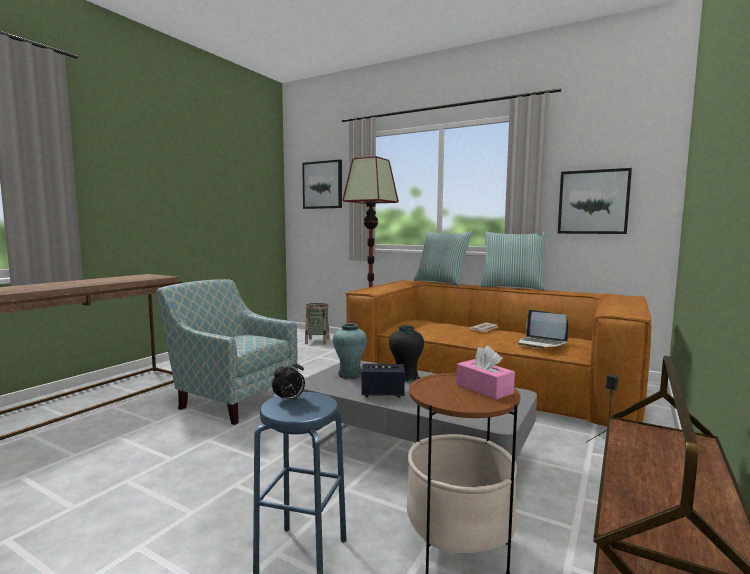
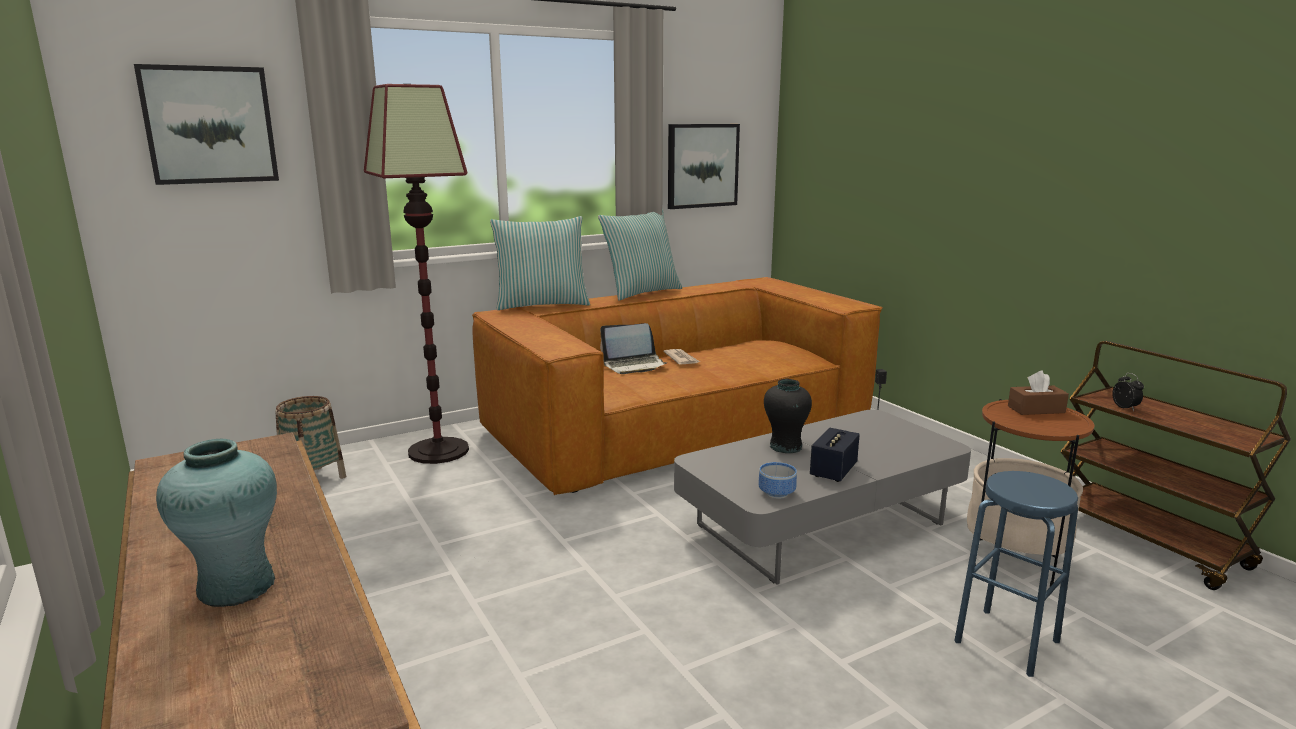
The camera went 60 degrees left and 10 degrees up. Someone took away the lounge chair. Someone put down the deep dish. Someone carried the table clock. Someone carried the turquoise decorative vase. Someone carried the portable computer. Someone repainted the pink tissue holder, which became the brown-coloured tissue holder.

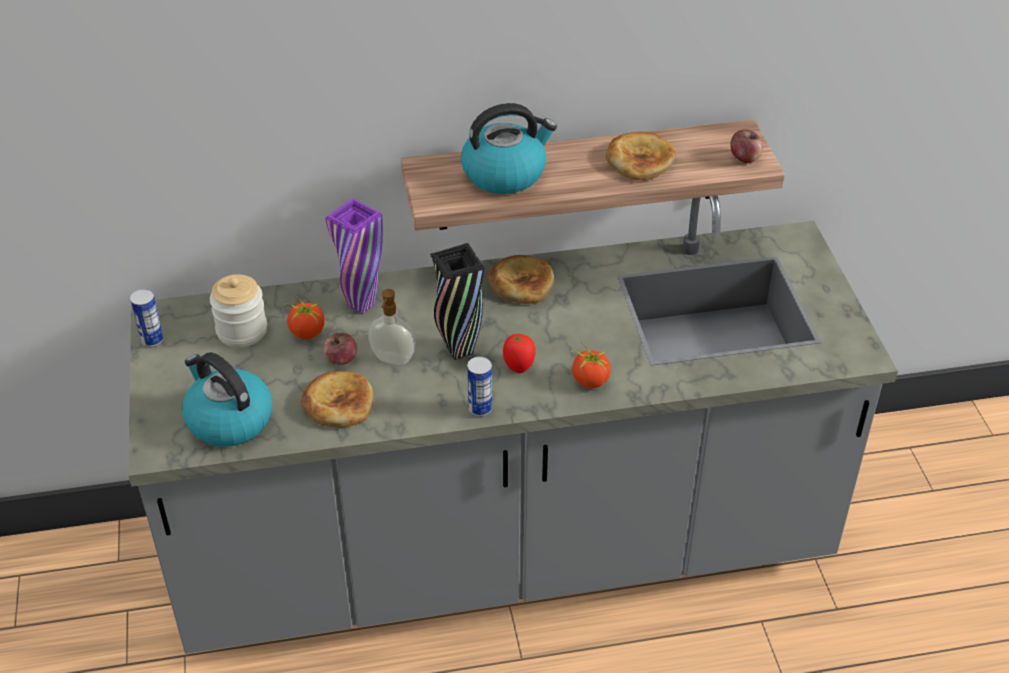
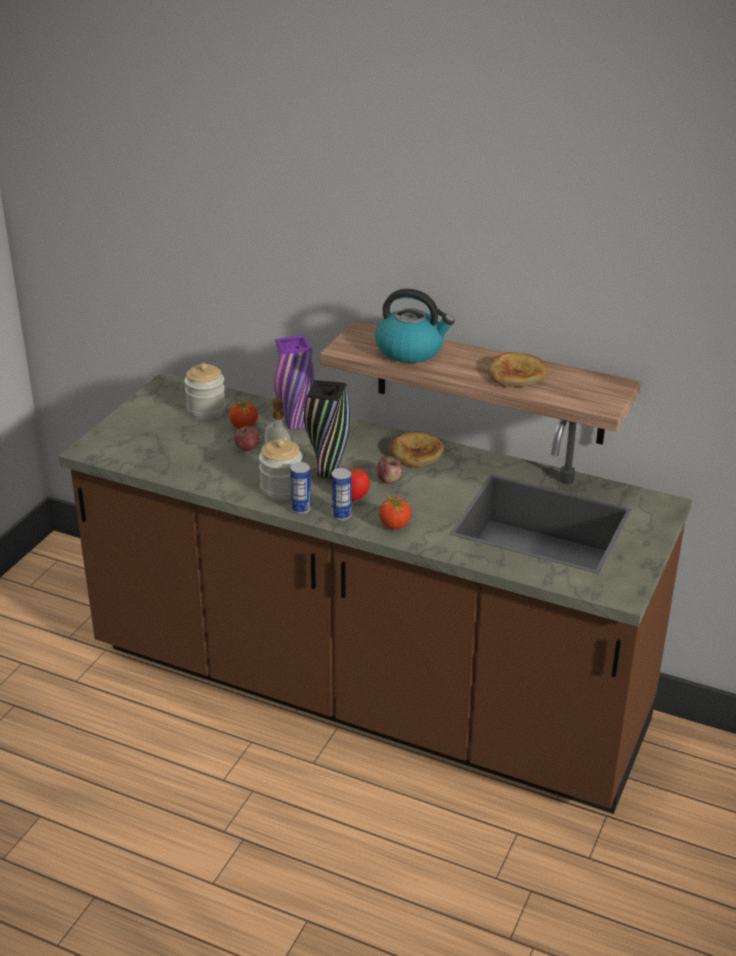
The camera went 35 degrees right and 10 degrees down. Someone took away the kettle (no. 1 from left). Someone took away the baked bread (no. 1 from left). Someone put down the jar (no. 2 from left). Someone carried the can (no. 1 from left in the first image). Someone carried the whole apple (no. 2 from left). Someone repainted the greyish kitchen base unit, which became the brown-coloured kitchen base unit.

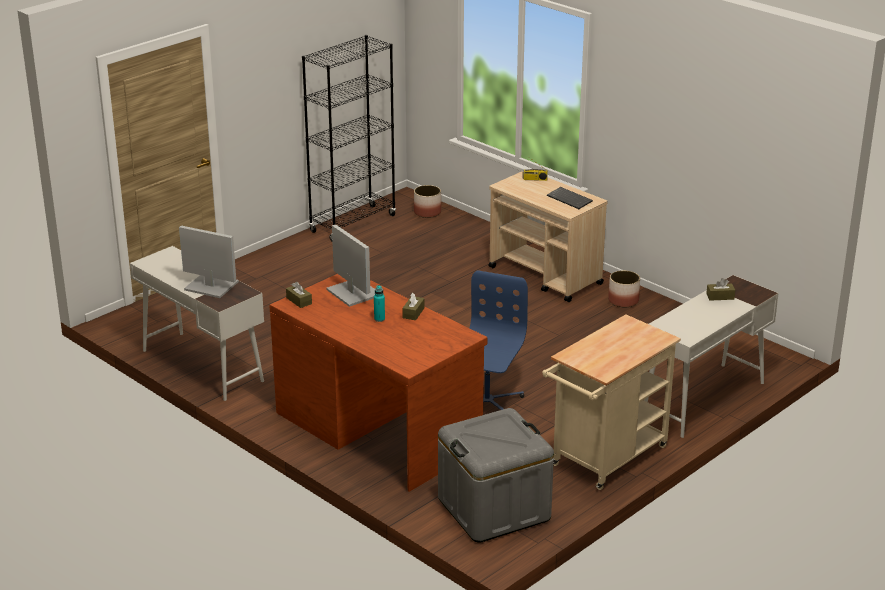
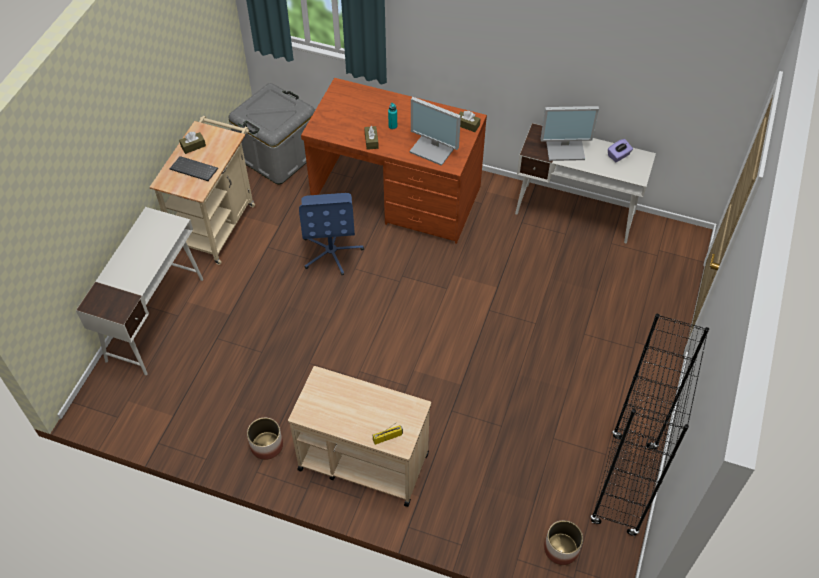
The camera went 155 degrees right and 25 degrees up. Someone put down the purple tissue holder. Someone carried the PC keyboard. Someone carried the brown-coloured tissue holder (no. 3 from left in the first image).

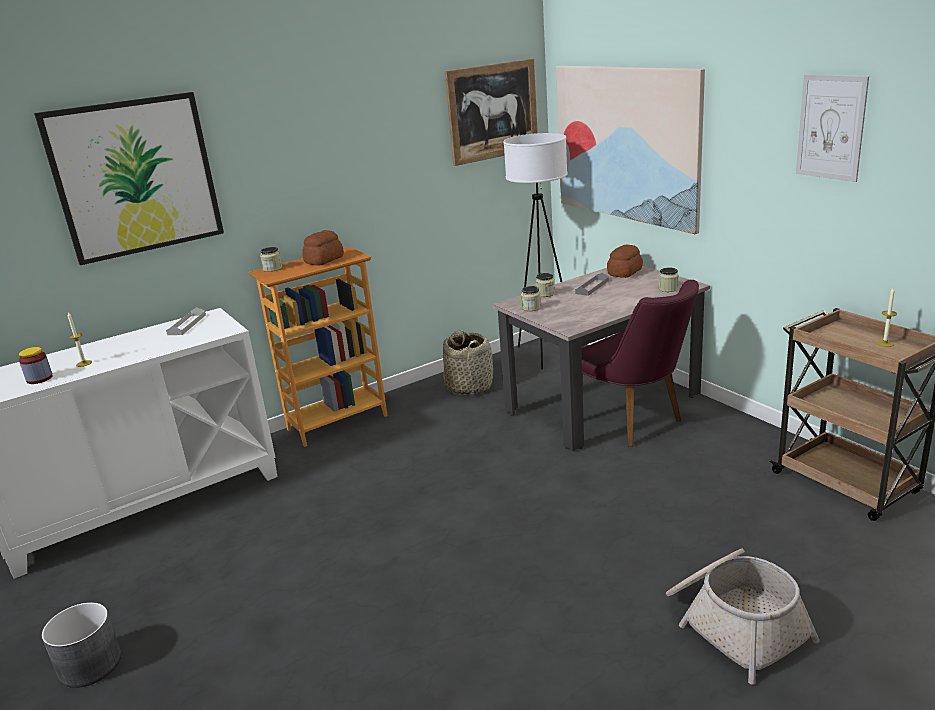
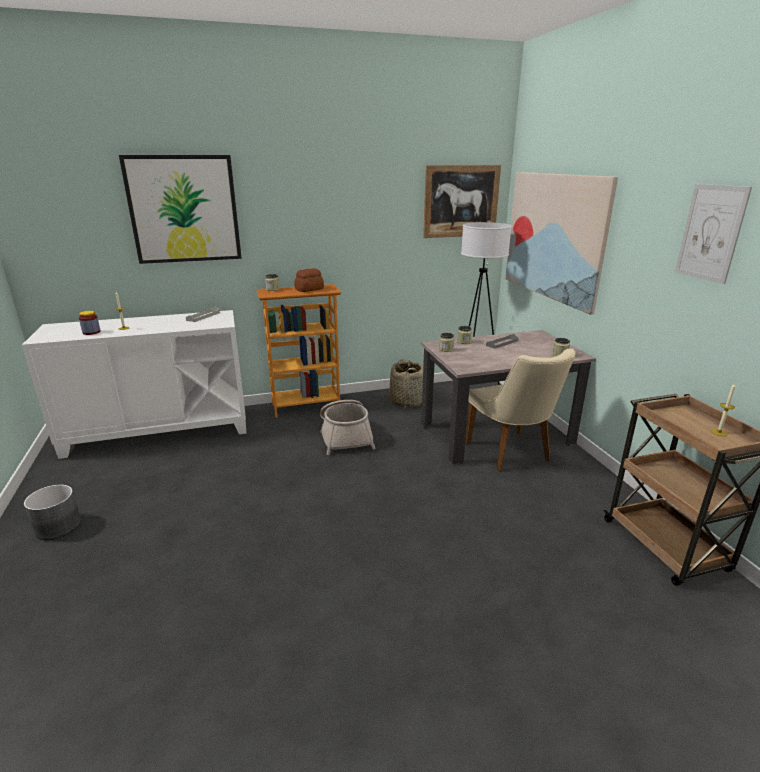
The camera went 15 degrees right and 0 degrees up. Someone took away the baked bread (no. 2 from left). Someone carried the basket (no. 2 from left in the first image). Someone repainted the purple chair, which became the beige-coloured chair.

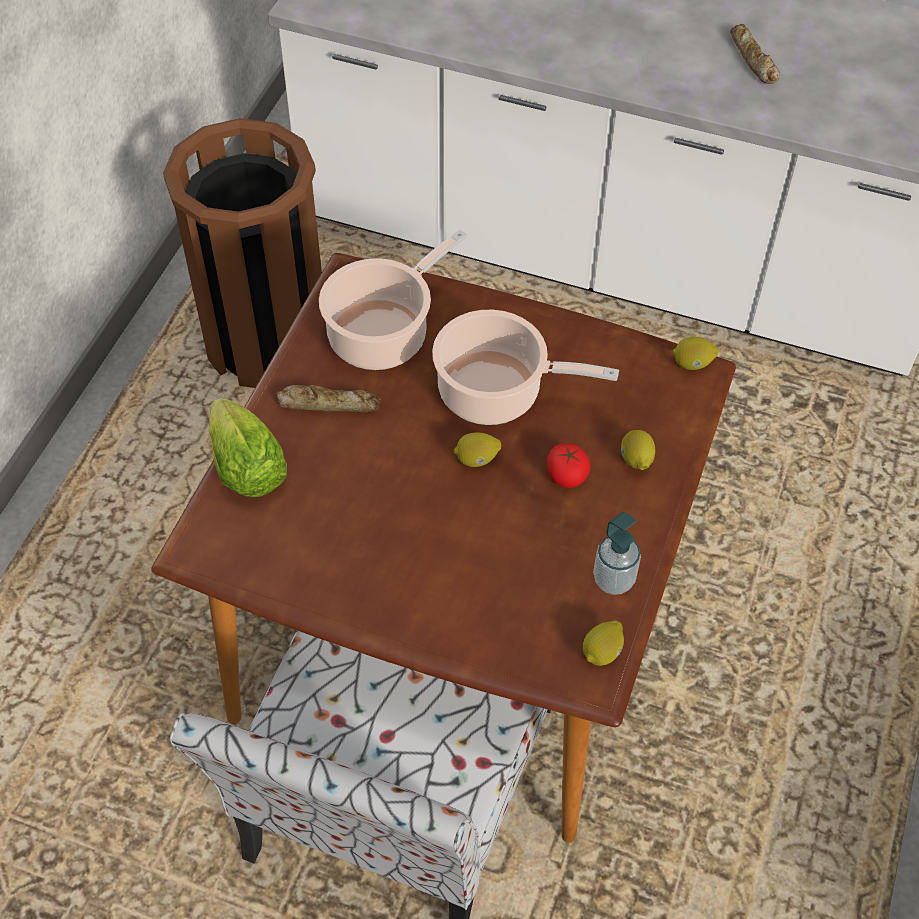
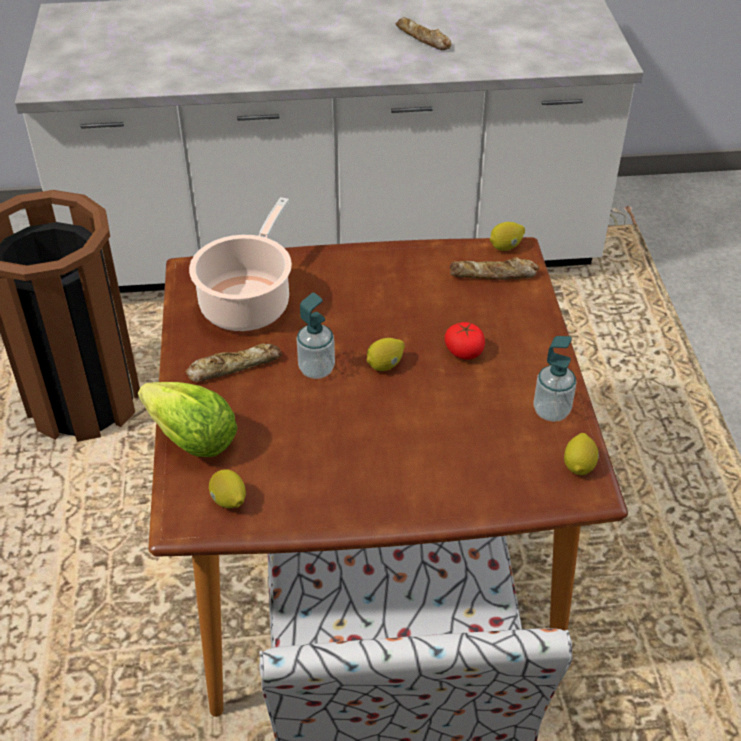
The camera went 25 degrees left and 10 degrees down. Someone took away the stockpot (no. 2 from left). Someone put down the soap bottle (no. 1 from left). Someone put down the baked bread (no. 3 from left). Someone carried the citrus fruit (no. 3 from left in the first image).

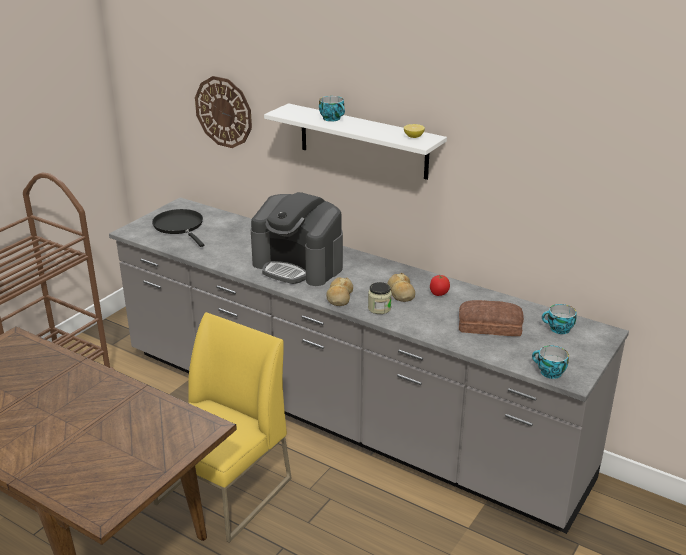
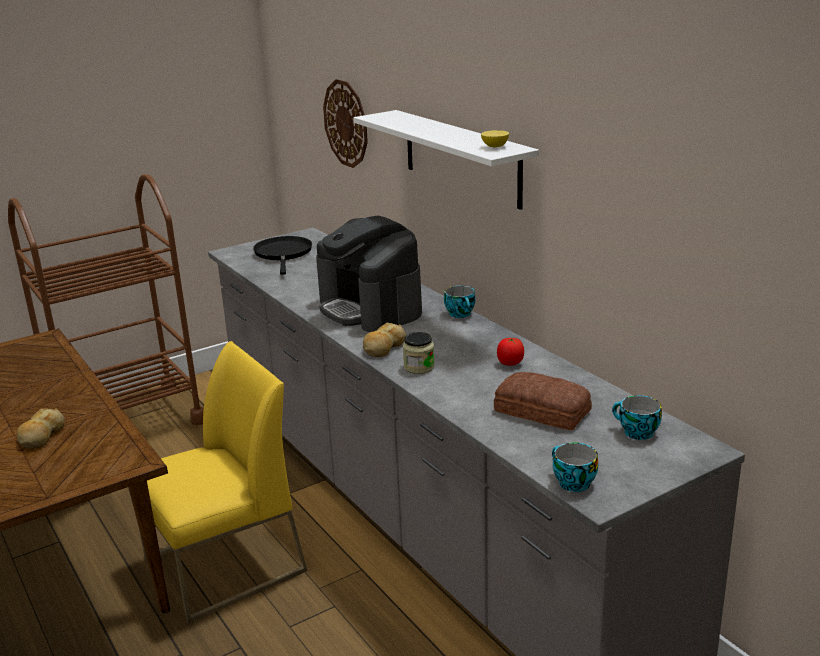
The camera went 25 degrees right and 5 degrees down. Someone carried the small cup (no. 1 from left). Someone carried the baked bread (no. 2 from left in the first image).

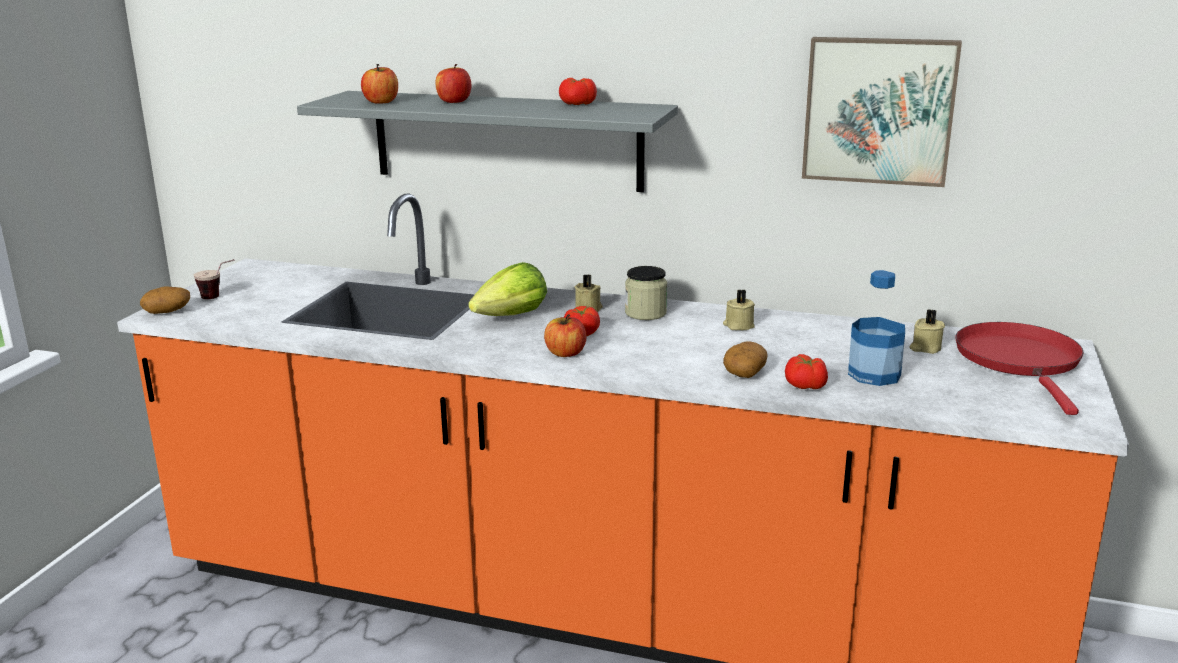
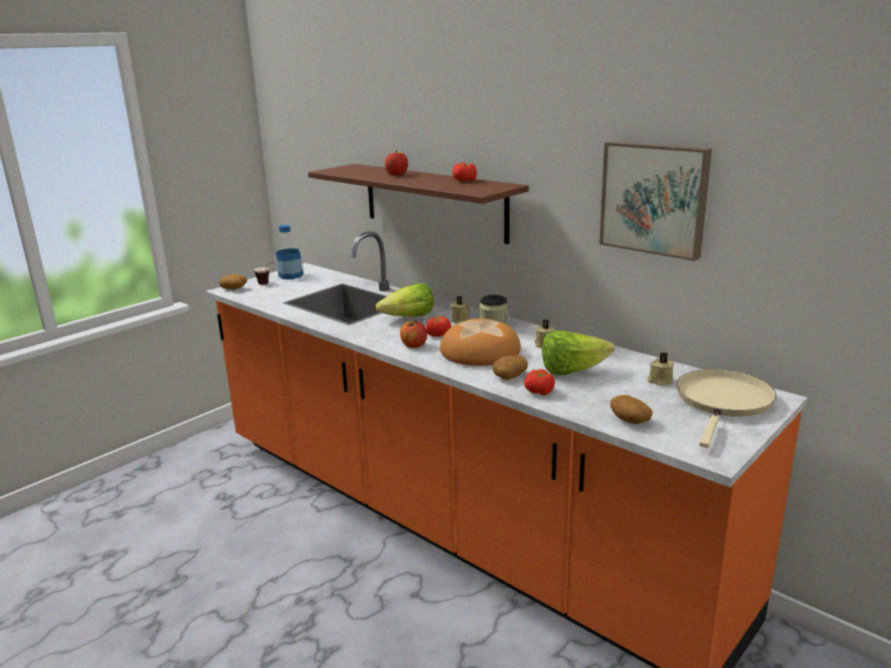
The camera went 25 degrees right and 0 degrees up. Someone took away the whole apple (no. 1 from left). Someone put down the baked bread. Someone put down the lettuce (no. 2 from left). Someone put down the whole potato (no. 3 from left). Someone carried the drink bottle. Someone repainted the greyish shelf, which became the brown-coloured shelf. Someone repainted the red pan, which became the beige-coloured pan.

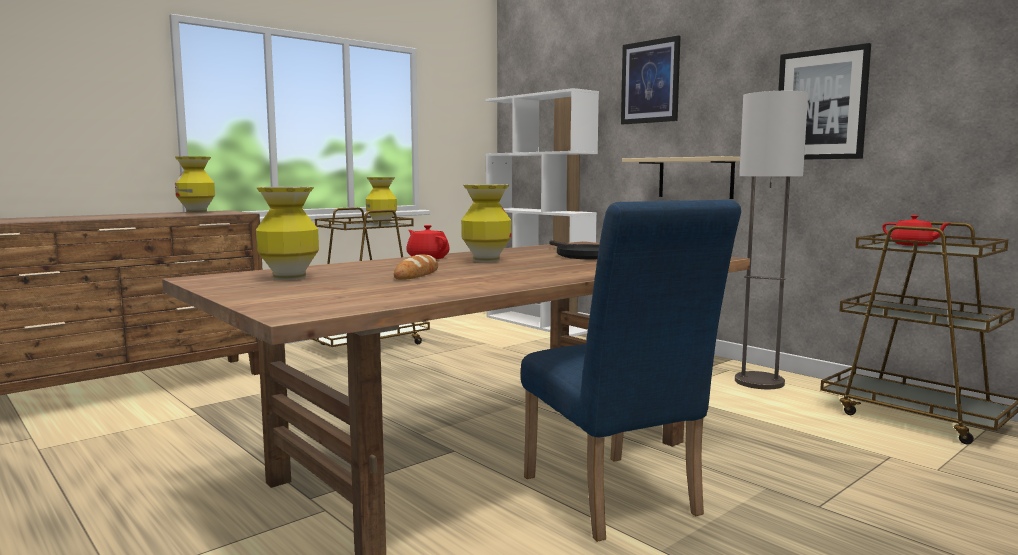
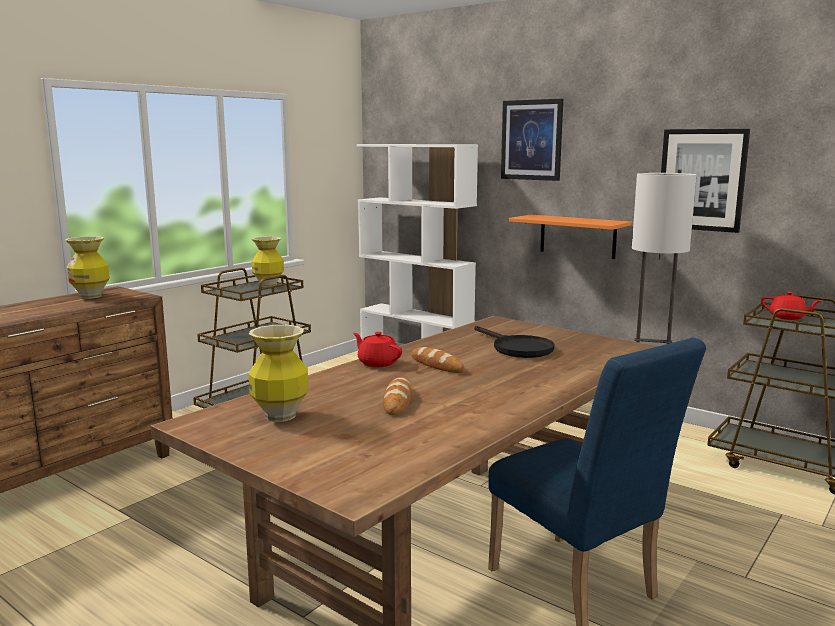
The camera went 10 degrees left and 5 degrees up. Someone swapped the decorative vase (no. 4 from left) for the baked bread (no. 2 from left). Someone repainted the beige-coloured shelf, which became the orange-coloured shelf.

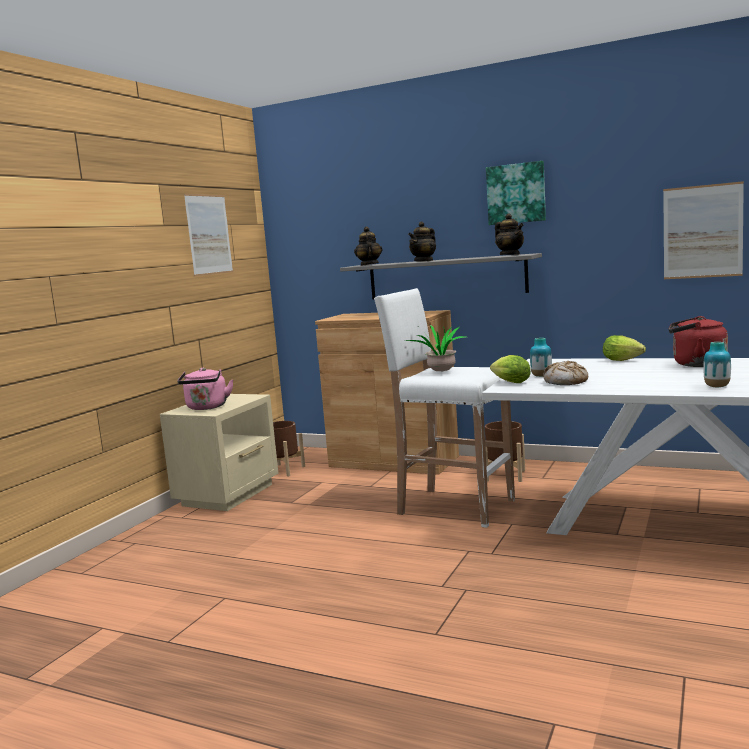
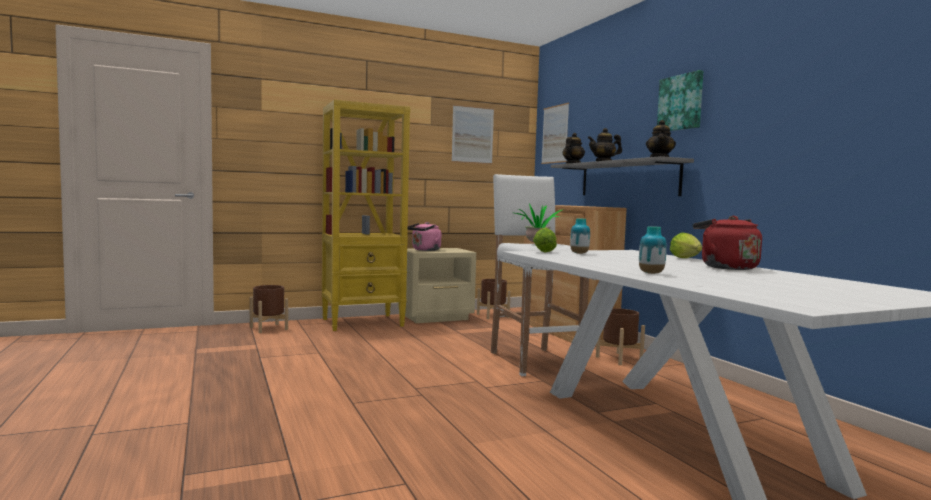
The camera went 40 degrees right and 5 degrees down. Someone took away the baked bread. Someone put down the brown-coloured flower pot (no. 1 from left). Someone put down the yellowish bookshelf. Someone carried the picture (no. 3 from left in the first image).

